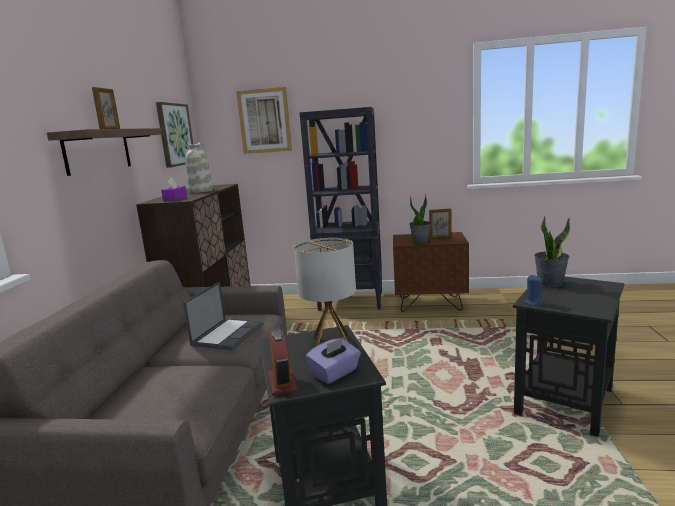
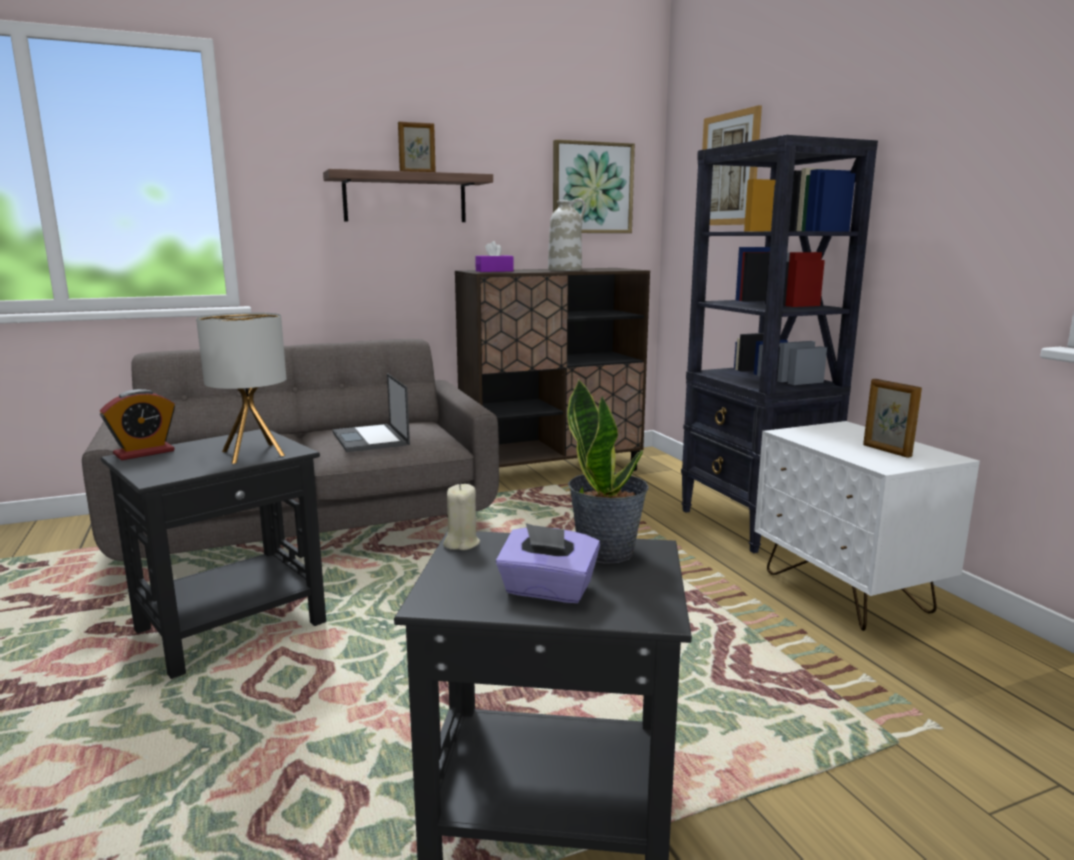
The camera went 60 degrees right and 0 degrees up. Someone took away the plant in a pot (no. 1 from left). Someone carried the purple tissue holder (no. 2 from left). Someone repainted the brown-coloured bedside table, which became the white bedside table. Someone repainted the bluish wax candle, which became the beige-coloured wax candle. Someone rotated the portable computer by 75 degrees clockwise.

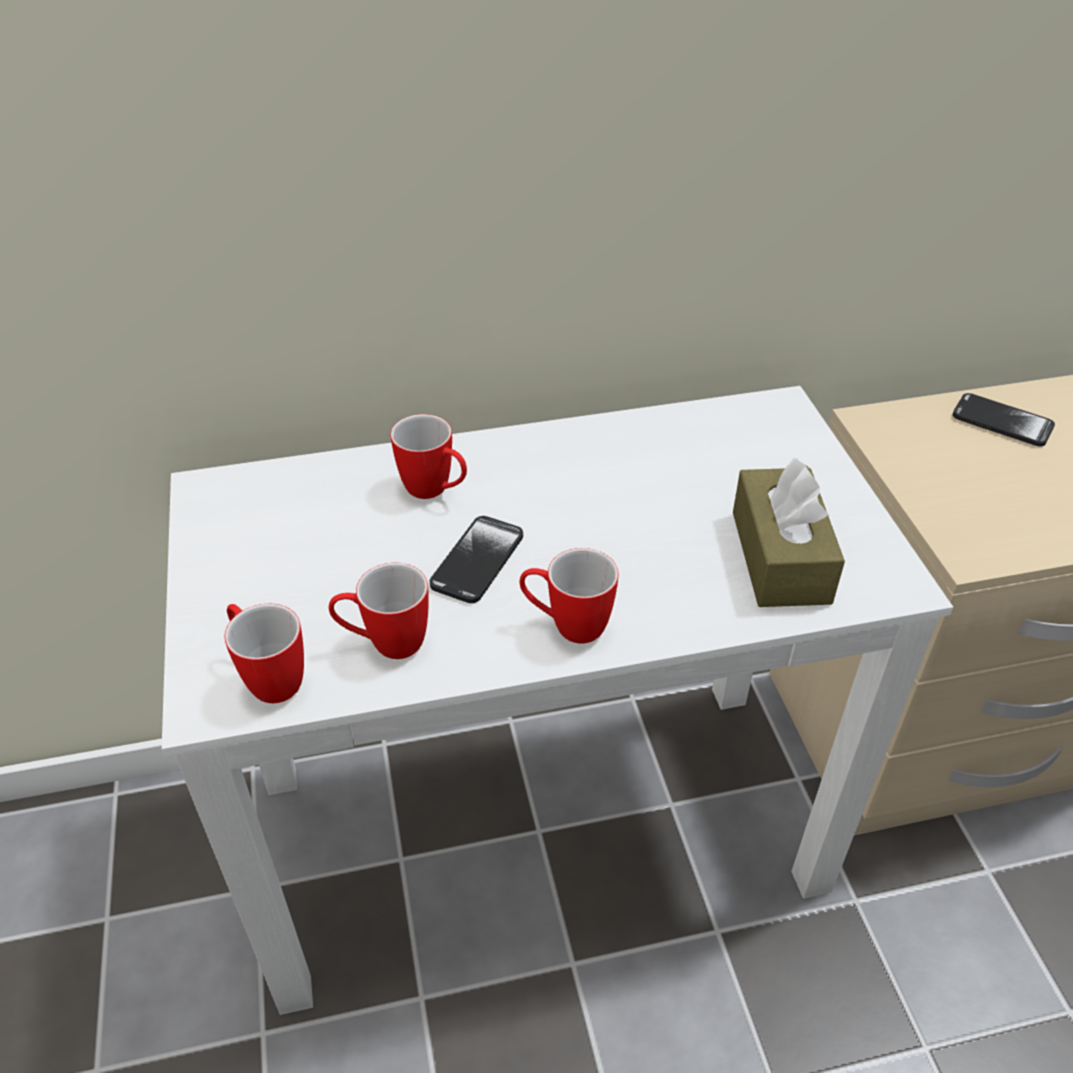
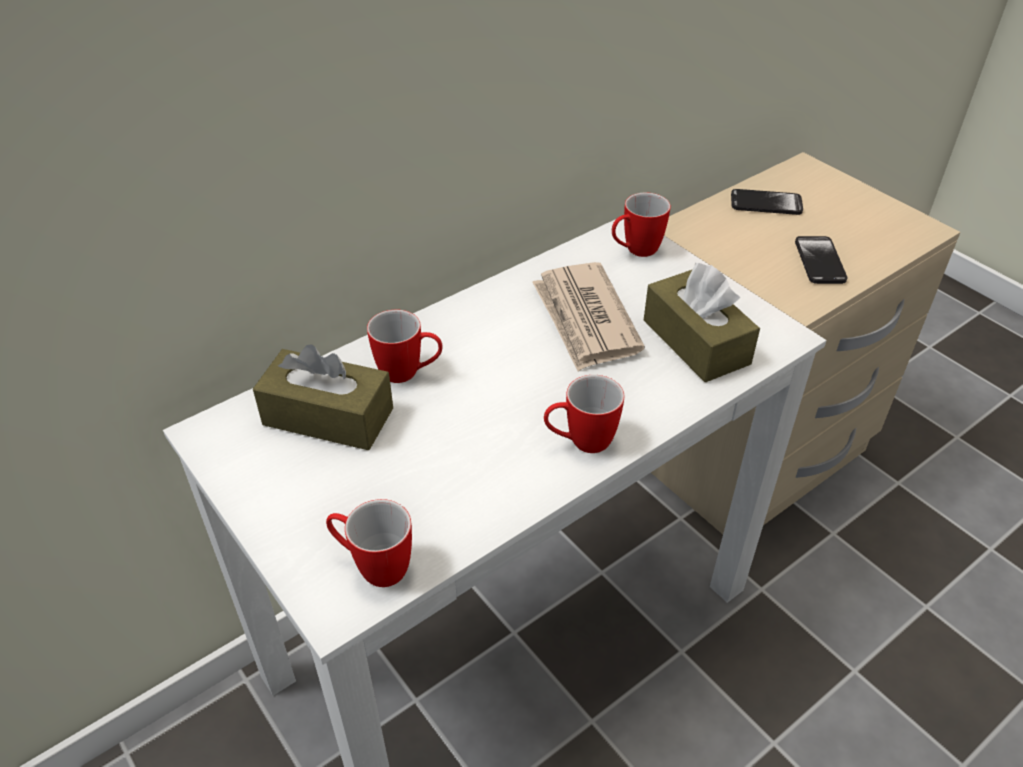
The camera went 25 degrees left and 0 degrees up. Someone put down the brown-coloured tissue holder (no. 1 from left). Someone put down the printed paper. Someone carried the tea mug (no. 2 from left in the first image). Someone carried the phone (no. 1 from left in the first image).

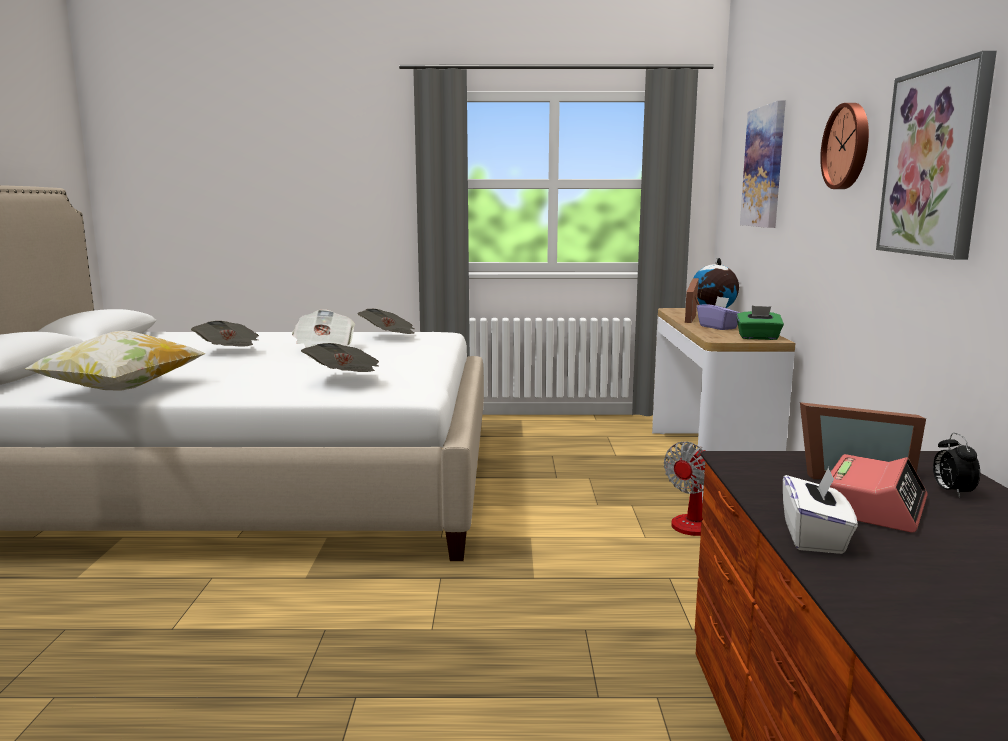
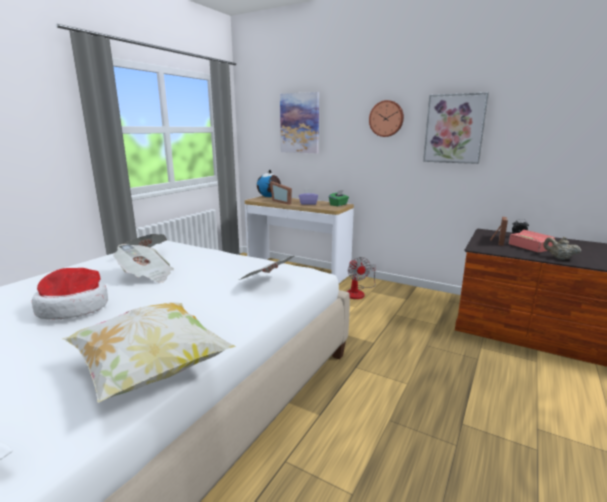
The camera went 60 degrees left and 5 degrees up. Someone swapped the printed paper (no. 1 from left) for the hat. Someone swapped the white tissue holder for the beige-coloured tea pot.

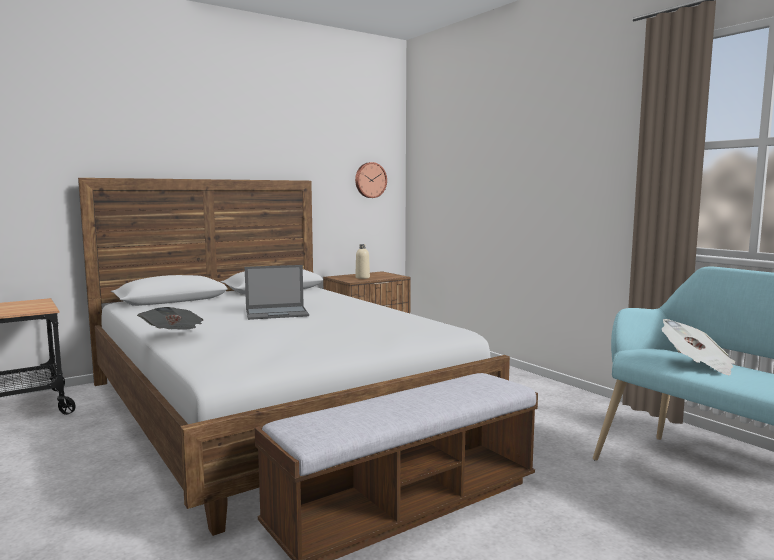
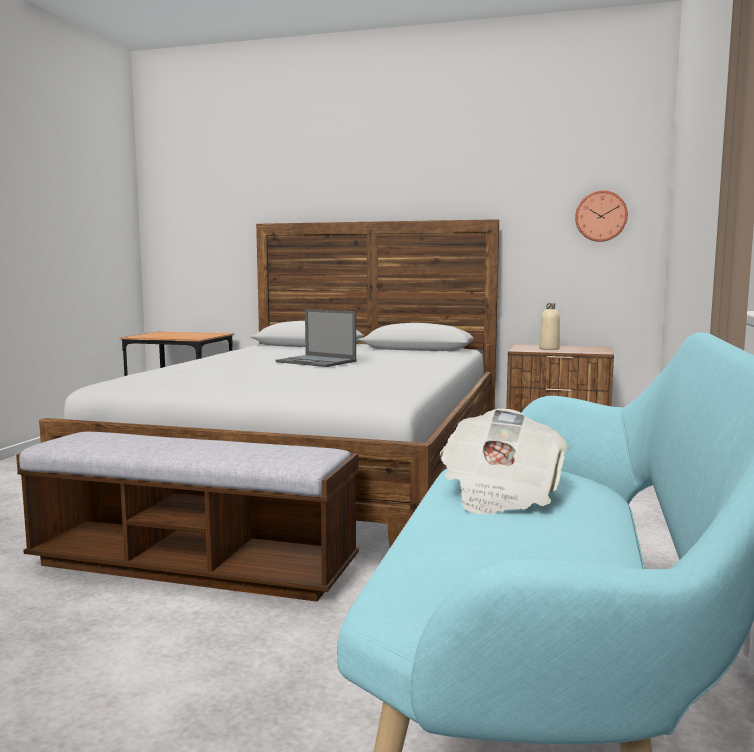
The camera went 50 degrees right and 0 degrees up. Someone took away the printed paper (no. 1 from left).

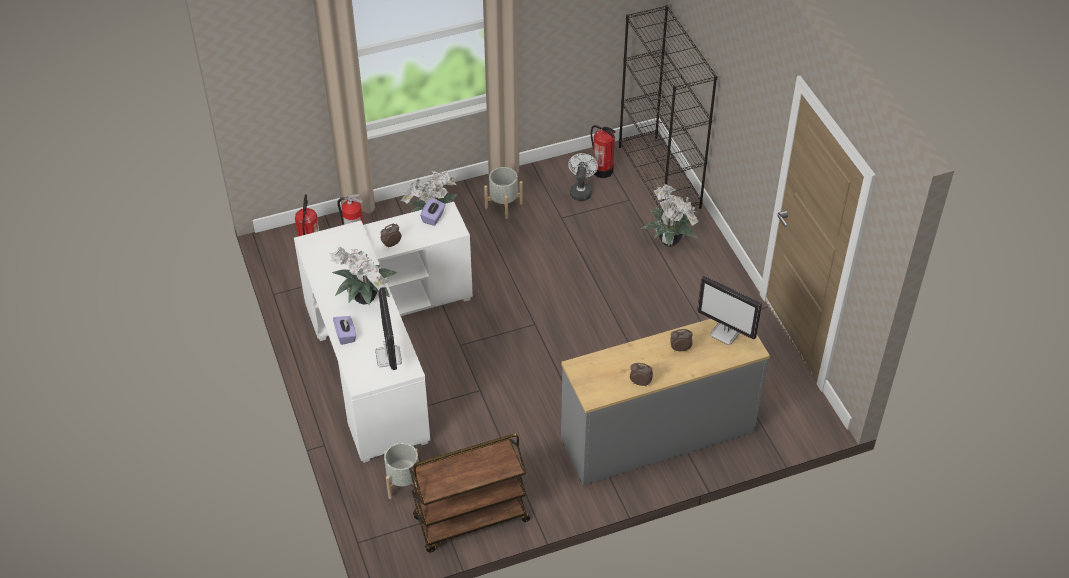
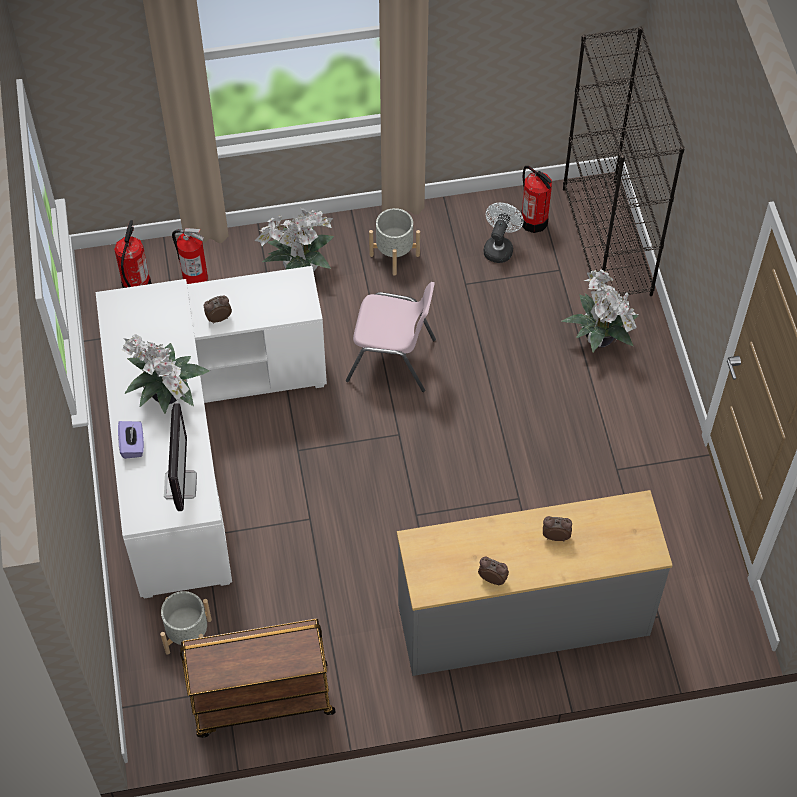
The camera went 10 degrees right and 10 degrees up. Someone took away the purple tissue holder (no. 2 from left). Someone took away the computer display (no. 2 from left). Someone put down the pink chair.

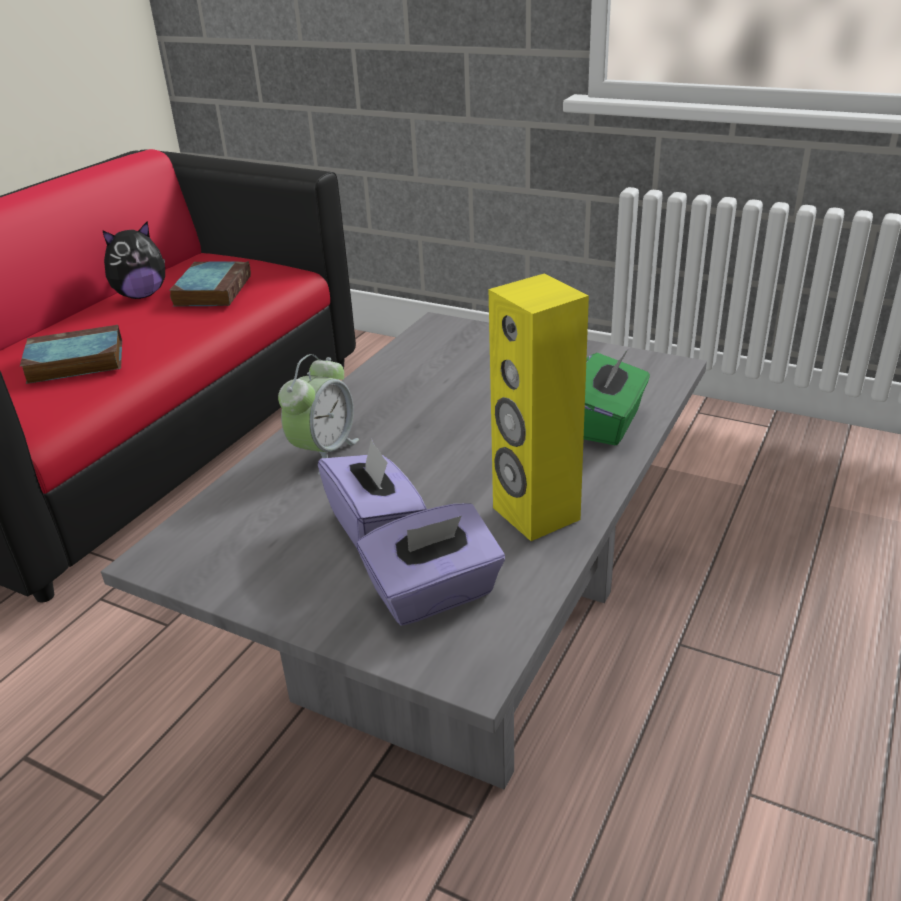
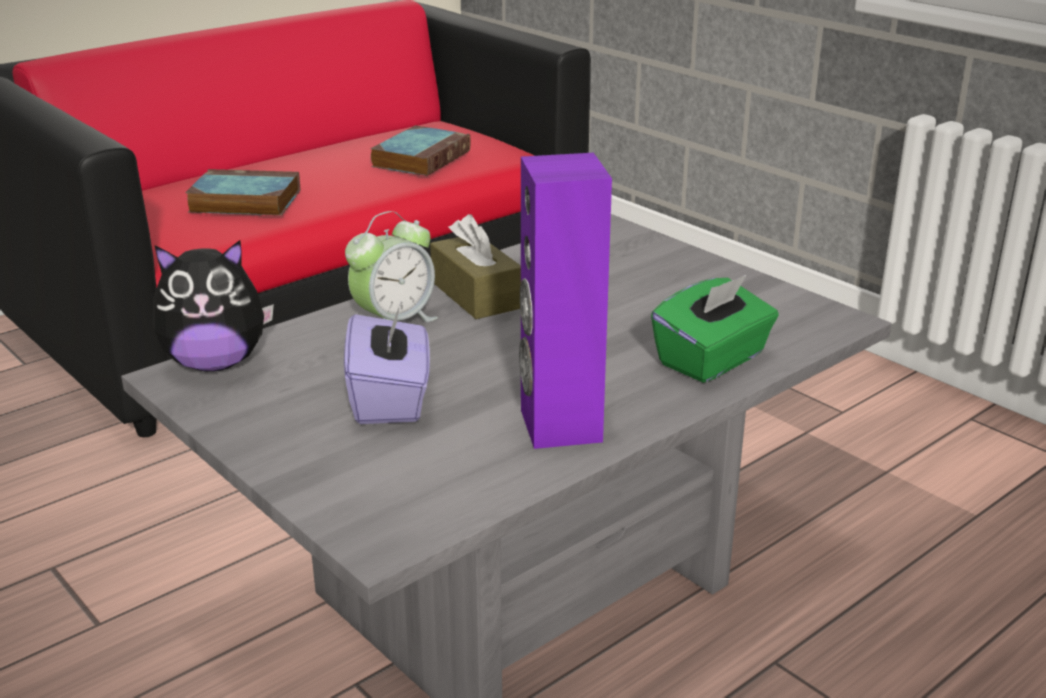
The camera went 20 degrees right and 5 degrees down. Someone took away the purple tissue holder (no. 2 from left). Someone put down the brown-coloured tissue holder. Someone carried the plush toy. Someone repainted the yellowish audio speaker, which became the purple audio speaker.

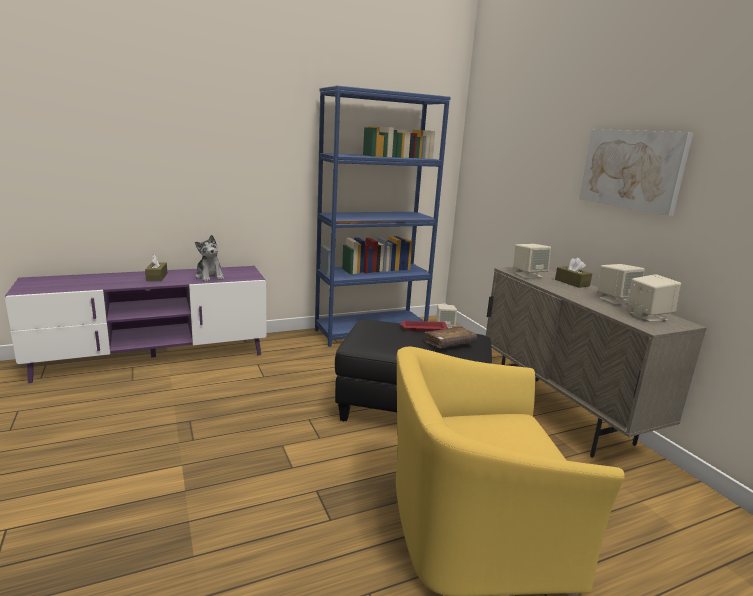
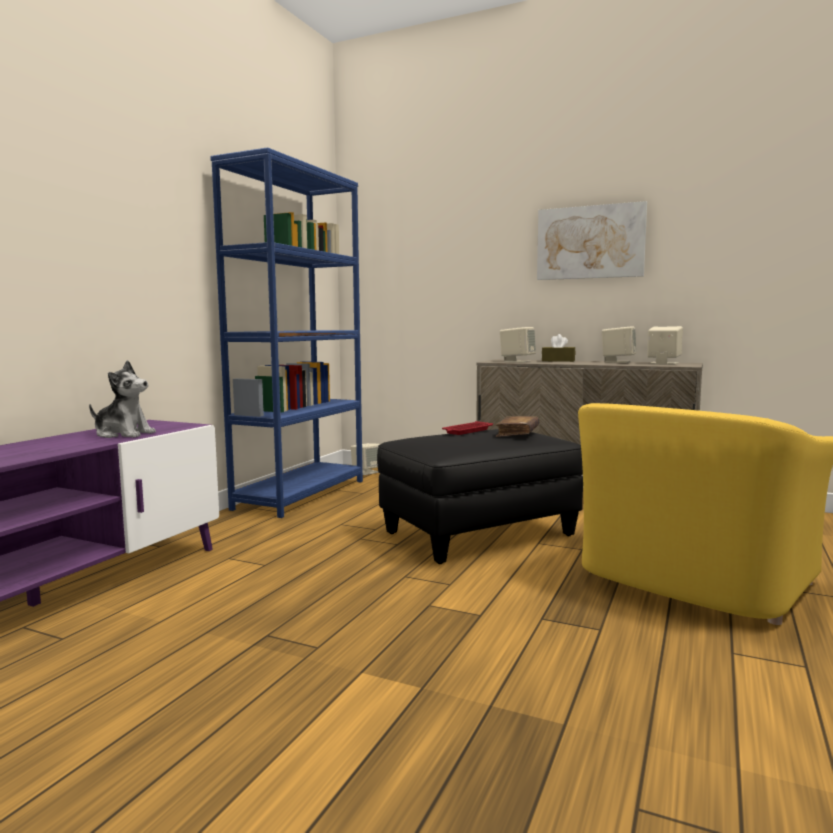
The camera went 40 degrees left and 10 degrees down. Someone took away the brown-coloured tissue holder (no. 1 from left).

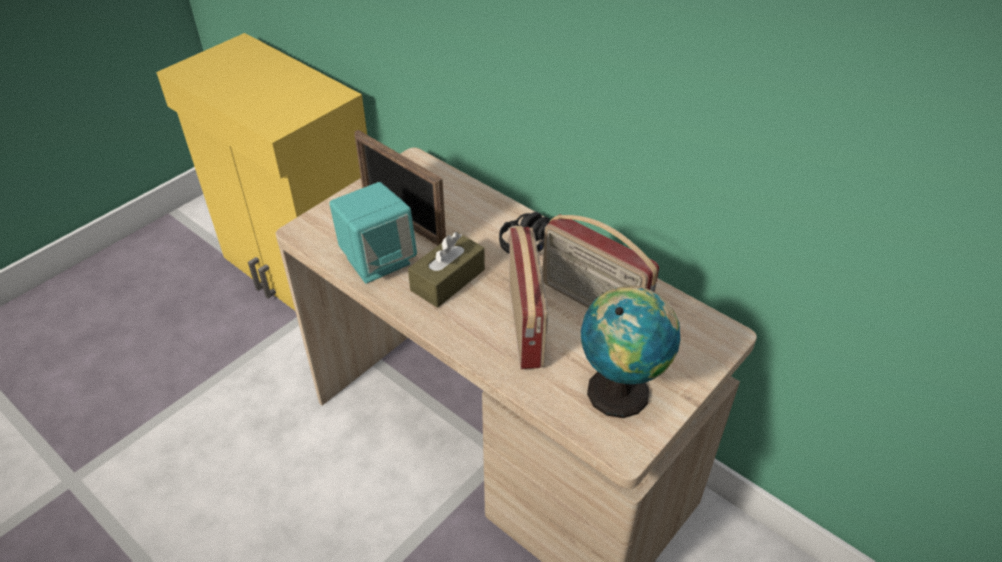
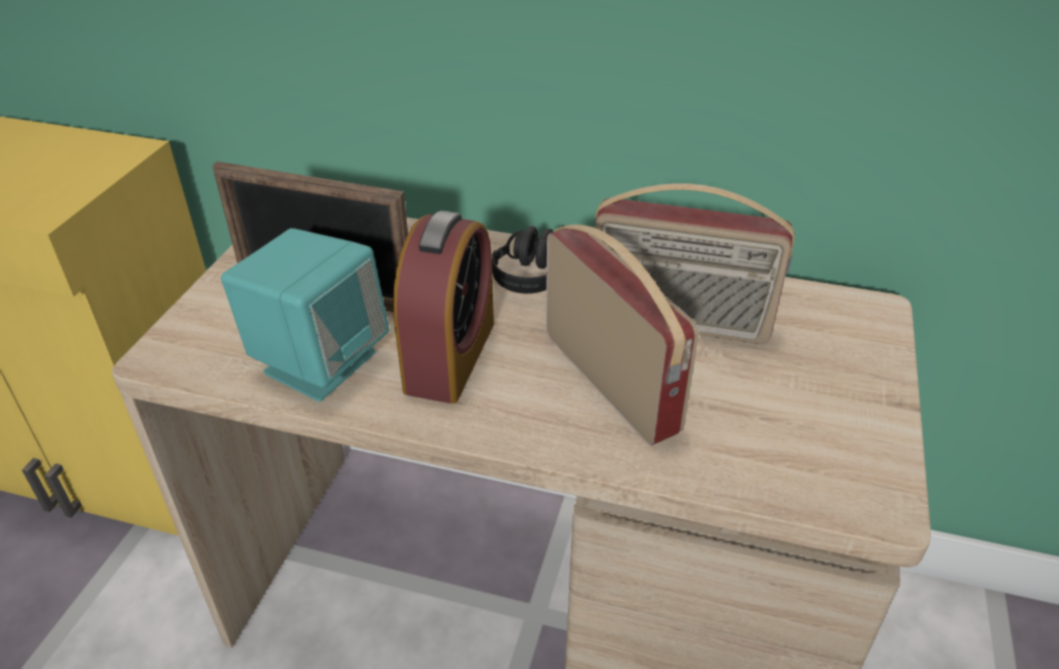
The camera went 25 degrees left and 5 degrees down. Someone took away the world globe. Someone swapped the brown-coloured tissue holder for the table clock.

